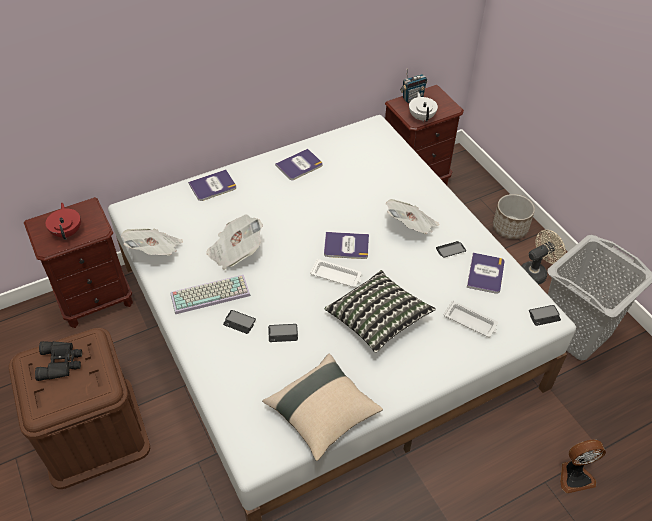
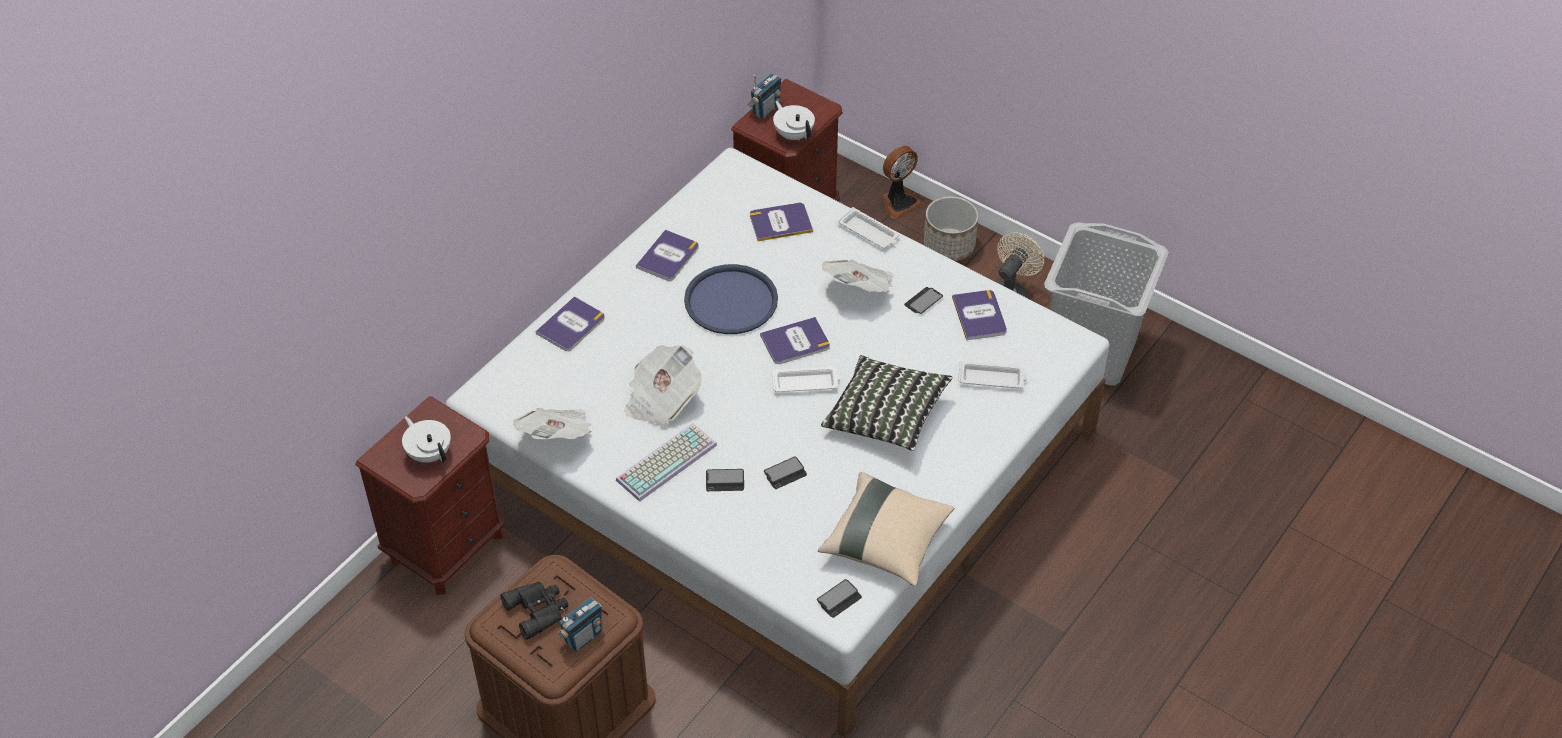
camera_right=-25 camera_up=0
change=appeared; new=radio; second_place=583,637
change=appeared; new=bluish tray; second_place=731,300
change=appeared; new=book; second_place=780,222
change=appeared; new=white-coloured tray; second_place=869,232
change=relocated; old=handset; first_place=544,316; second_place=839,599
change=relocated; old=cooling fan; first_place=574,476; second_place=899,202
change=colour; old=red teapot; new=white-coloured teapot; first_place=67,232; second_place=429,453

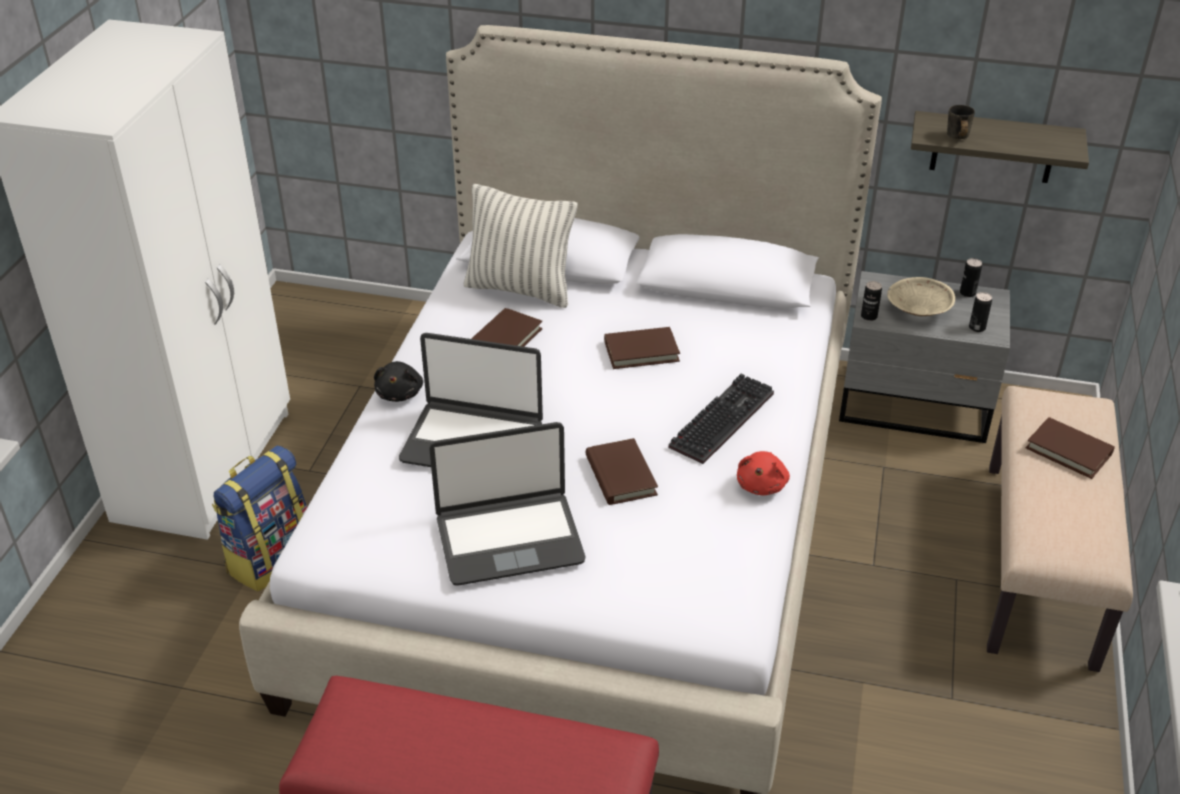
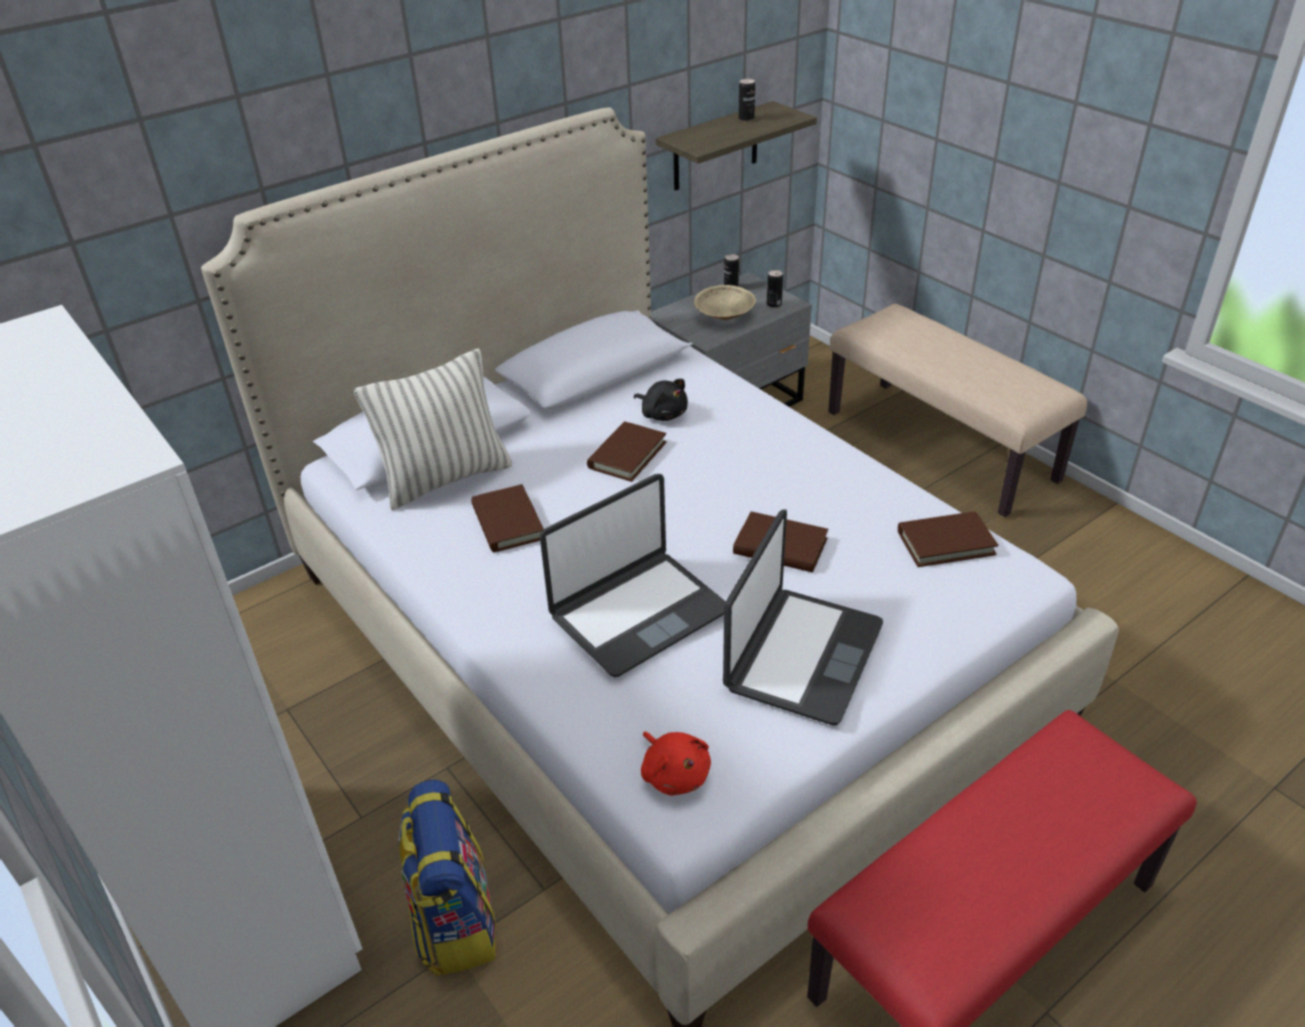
camera_right=-50 camera_up=0
change=missing; old=PC keyboard; first_place=721,418
change=missing; old=gray tea mug; first_place=955,138
change=relocated; old=blackish plush toy; first_place=400,393; second_place=662,414
change=relocated; old=red plush toy; first_place=762,485; second_place=674,774
change=relocated; old=sealed can; first_place=869,316; second_place=746,118
change=relocated; old=brown-coloured book; first_place=1069,451; second_place=945,543

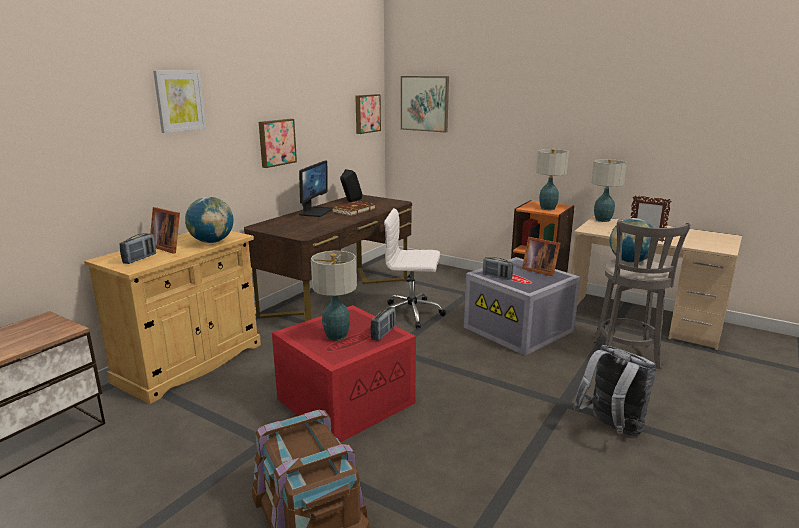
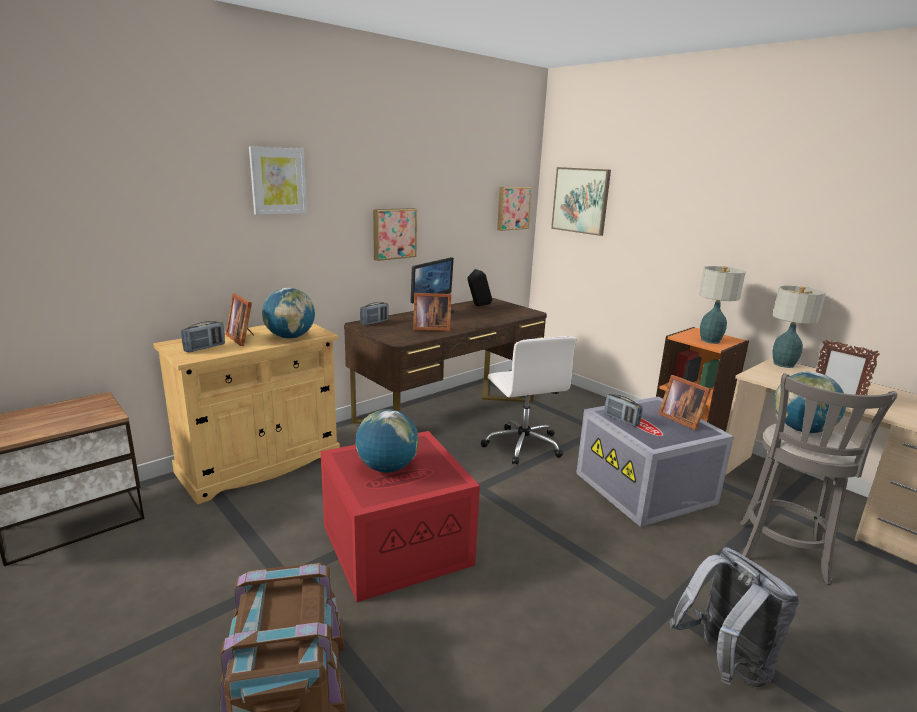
camera_right=15 camera_up=0
change=missing; old=brown-coloured book; first_place=353,210
change=appeared; new=standing frame; second_place=430,328
change=relocated; old=radio; first_place=383,333; second_place=374,322
change=exchanged; old=lamp for a table; new=globe; first_place=336,335; second_place=387,468
change=spun; old=white-coloured computer chair; first_place=413,313; second_place=522,445; degrees=-135

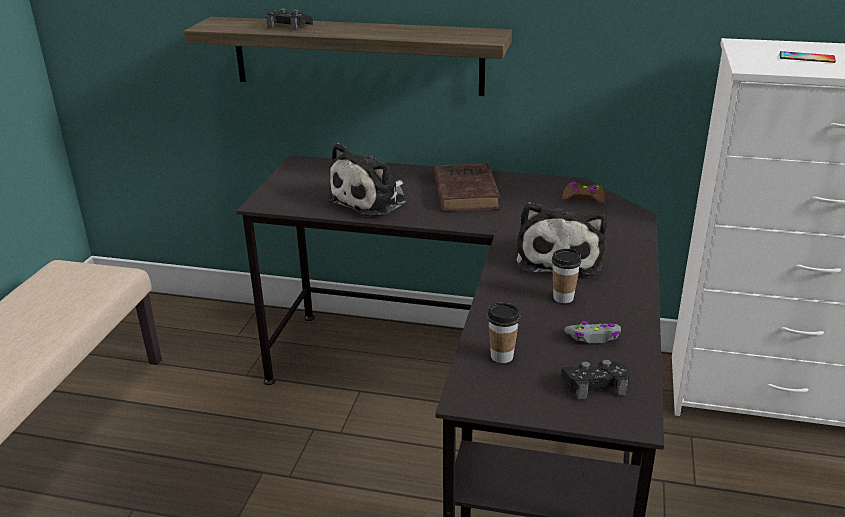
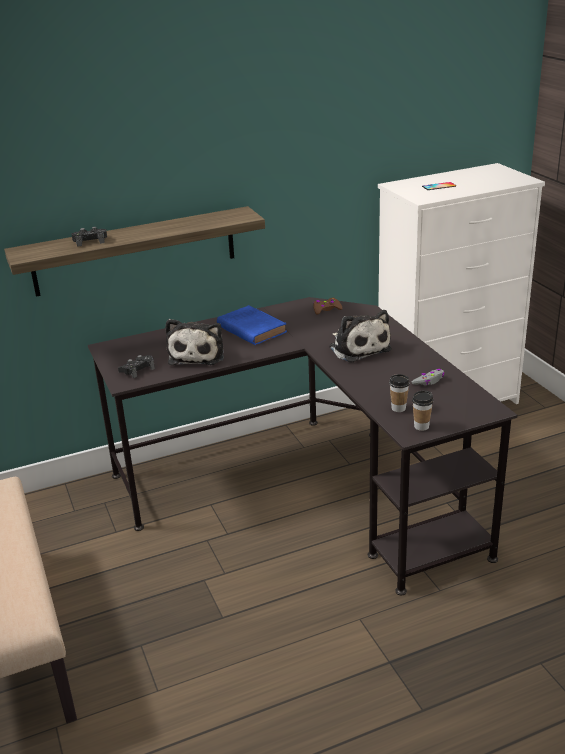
camera_right=-35 camera_up=0
change=relocated; old=cup; first_place=563,298; second_place=421,426
change=relocated; old=blackish gamepad; first_place=595,384; second_place=137,370
change=colour; old=brown-coloured book; new=bluish book; first_place=465,191; second_place=250,329

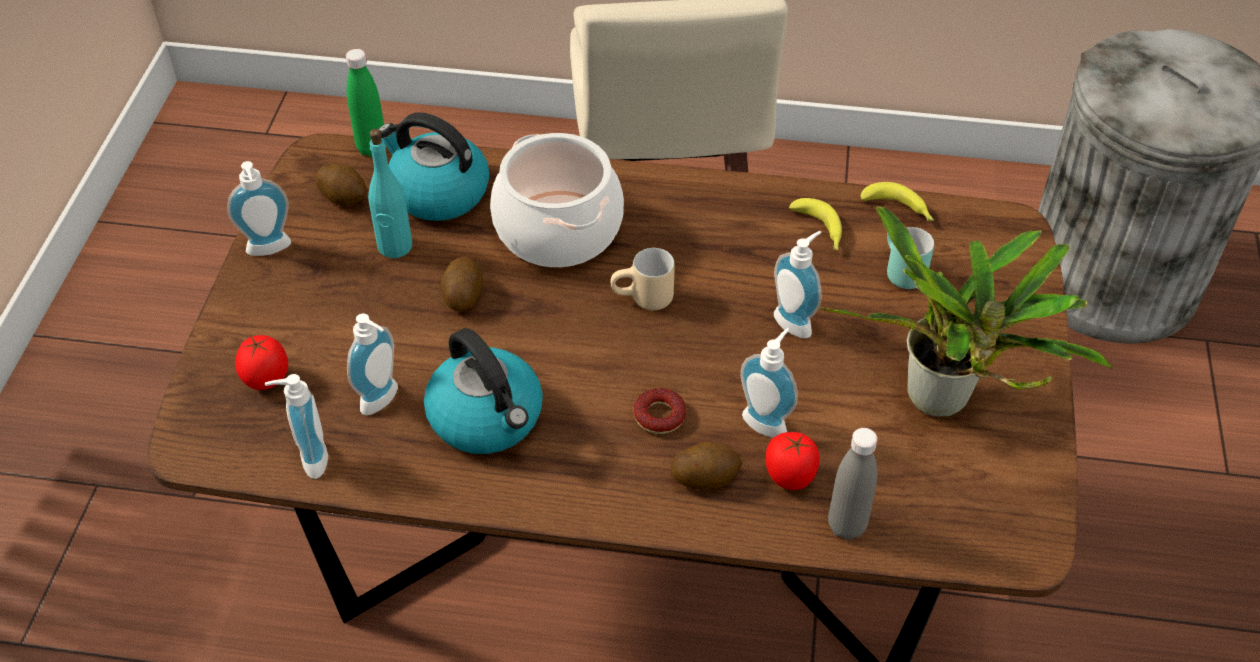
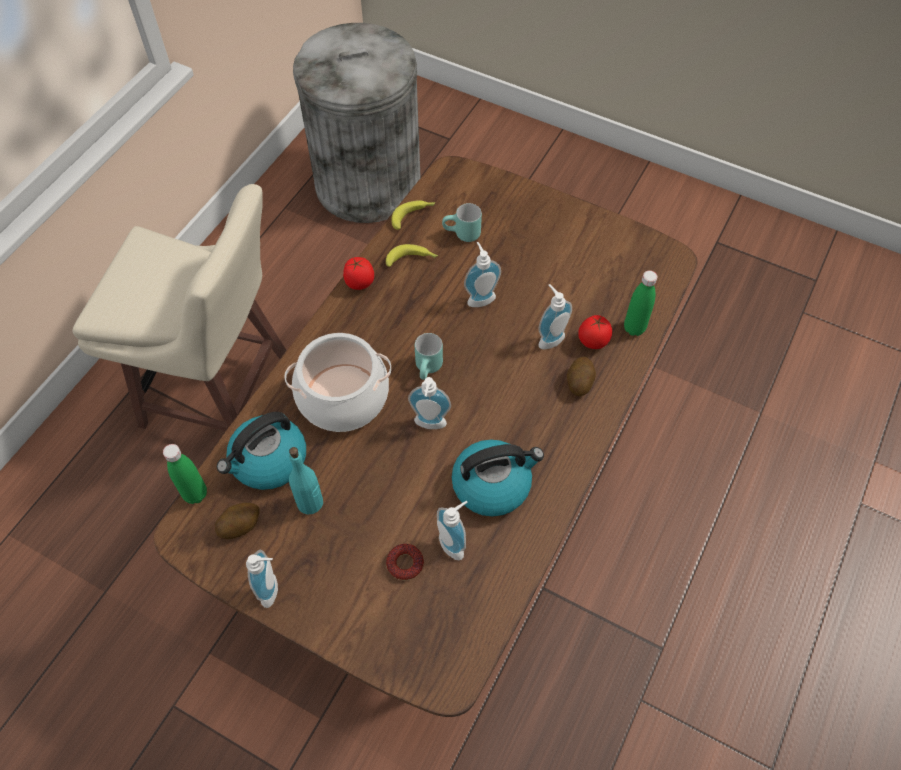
camera_right=-70 camera_up=10
change=missing; old=spud; first_place=463,295
change=missing; old=plant in a pot; first_place=943,404
change=relocated; old=fresh tomato; first_place=266,380; second_place=360,283
change=relocated; old=soap bottle; first_place=308,459; second_place=429,425
change=relocated; old=ring doughnut; first_place=659,415; second_place=405,564
change=colour; old=beige-coloured tea mug; new=blue-green tea mug; first_place=643,301; second_place=429,369
change=colour; old=gray drink bottle; new=greenish drink bottle; first_place=846,526; second_place=634,328

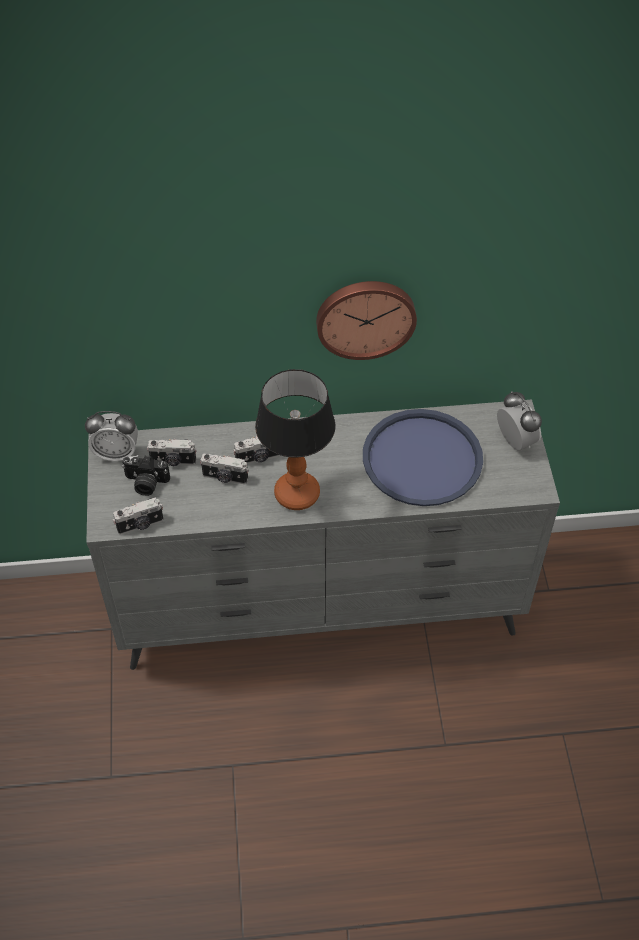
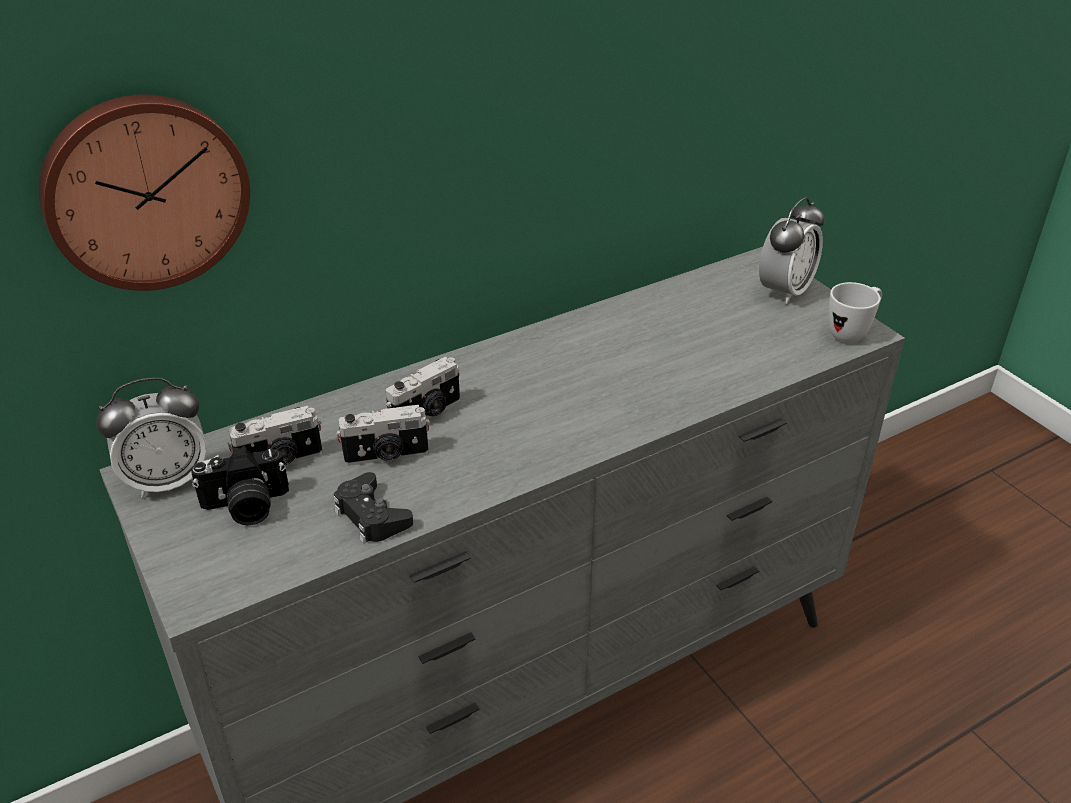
camera_right=-25 camera_up=-15
change=missing; old=photo camera; first_place=140,525
change=missing; old=lamp for a table; first_place=297,494
change=missing; old=bluish tray; first_place=422,459
change=appeared; new=blackish gamepad; second_place=371,516
change=appeared; new=white-coloured tea mug; second_place=852,332
change=relocated; old=clock on the wall; first_place=365,317; second_place=145,191
change=spun; old=alarm clock; first_place=515,441; second_place=785,291; degrees=90

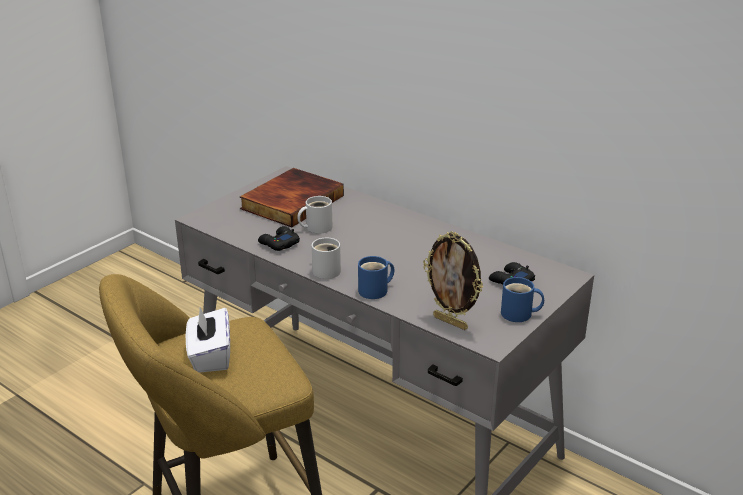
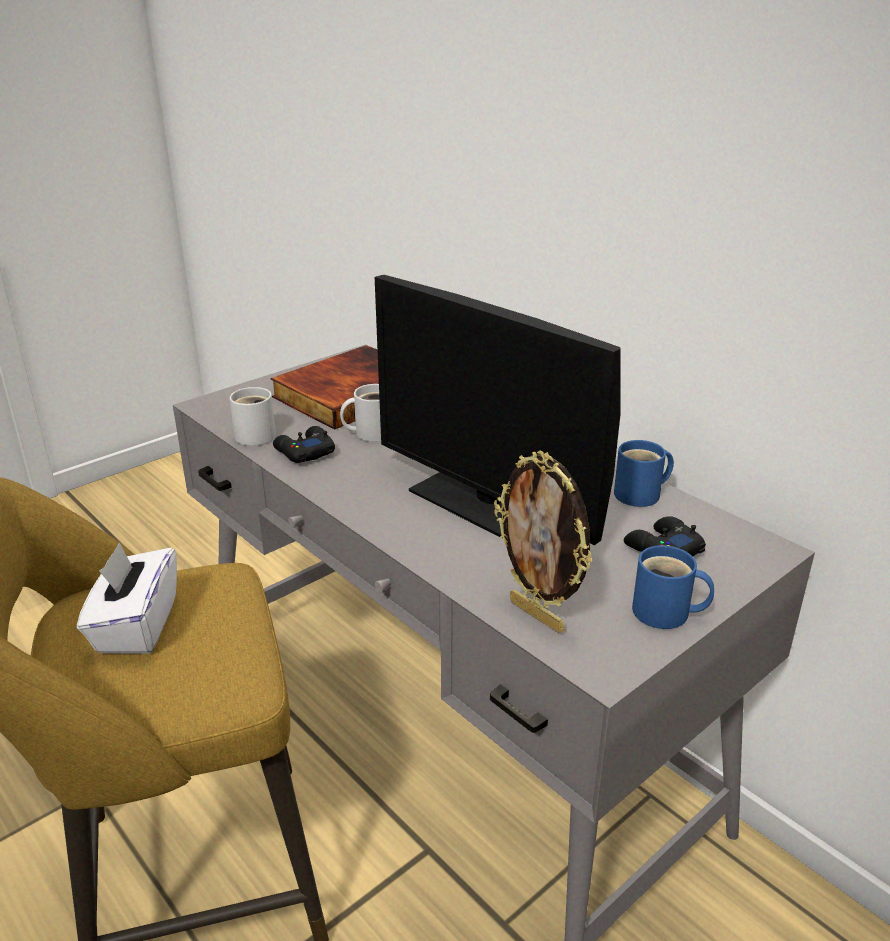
camera_right=10 camera_up=0
change=appeared; new=computer display; second_place=488,505
change=relocated; old=white-coloured tea mug; first_place=325,270; second_place=255,434
change=relocated; old=bluish tea mug; first_place=376,291; second_place=641,494

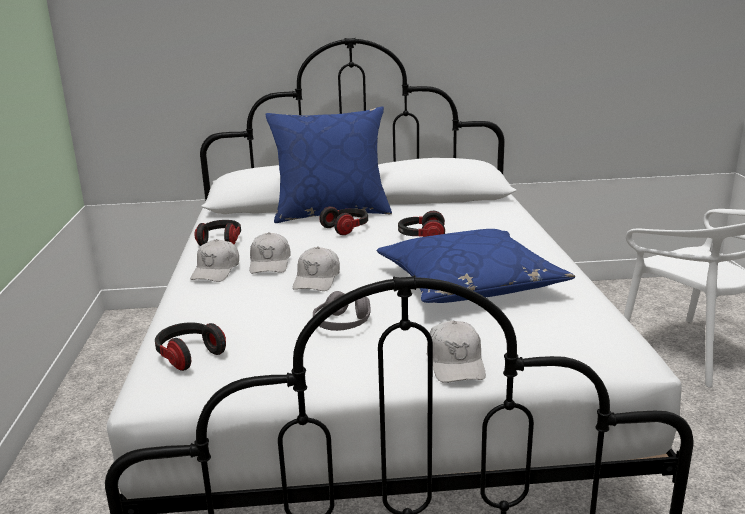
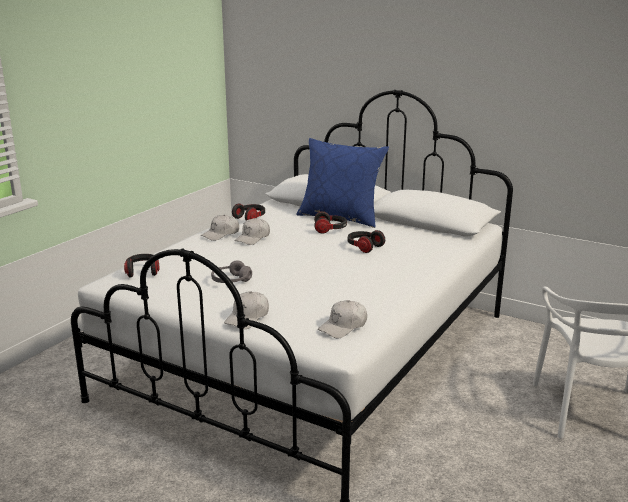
camera_right=35 camera_up=0
change=missing; old=bluish throw pillow; first_place=469,283
change=relocated; old=white-coloured cap; first_place=317,279; second_place=343,326

